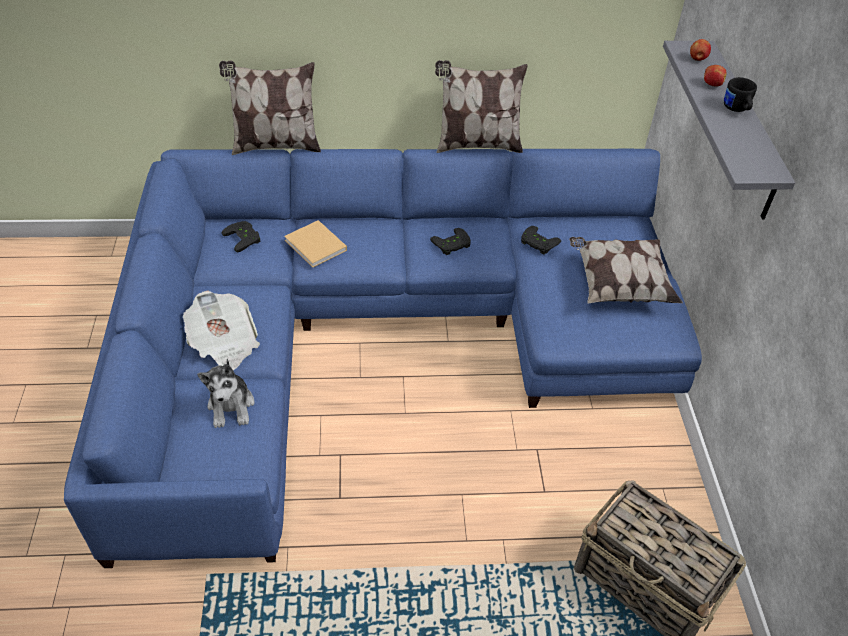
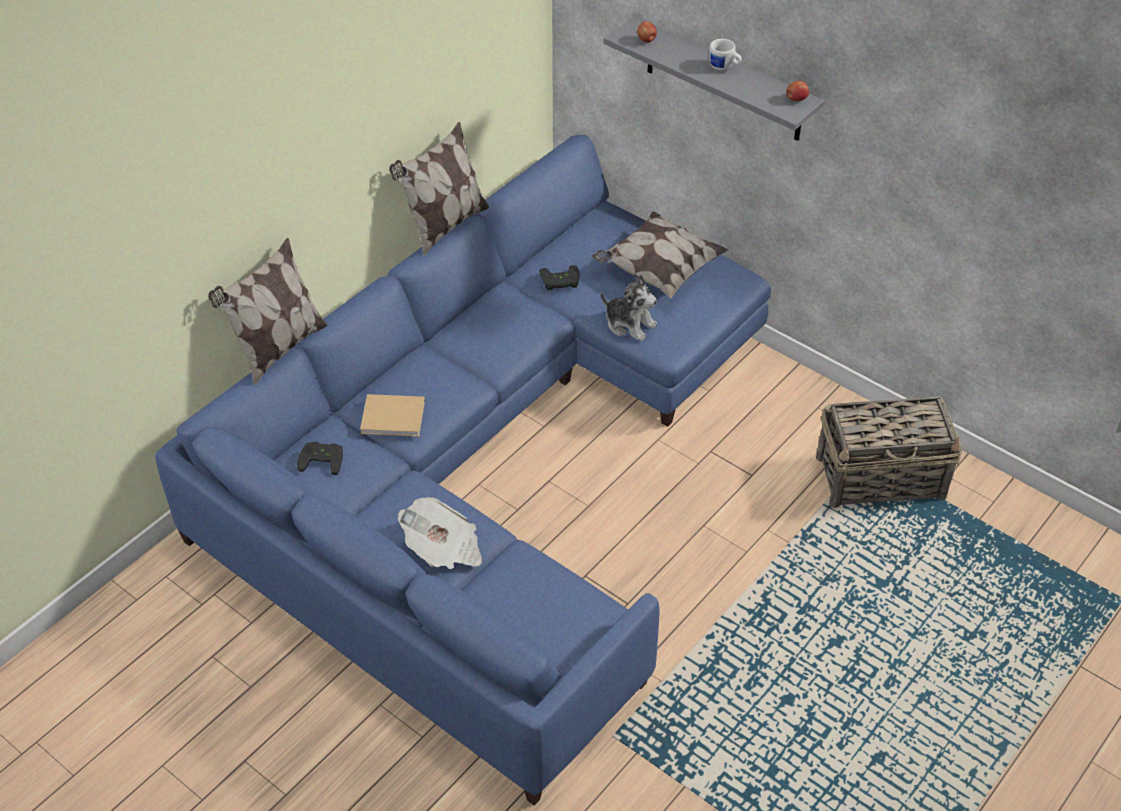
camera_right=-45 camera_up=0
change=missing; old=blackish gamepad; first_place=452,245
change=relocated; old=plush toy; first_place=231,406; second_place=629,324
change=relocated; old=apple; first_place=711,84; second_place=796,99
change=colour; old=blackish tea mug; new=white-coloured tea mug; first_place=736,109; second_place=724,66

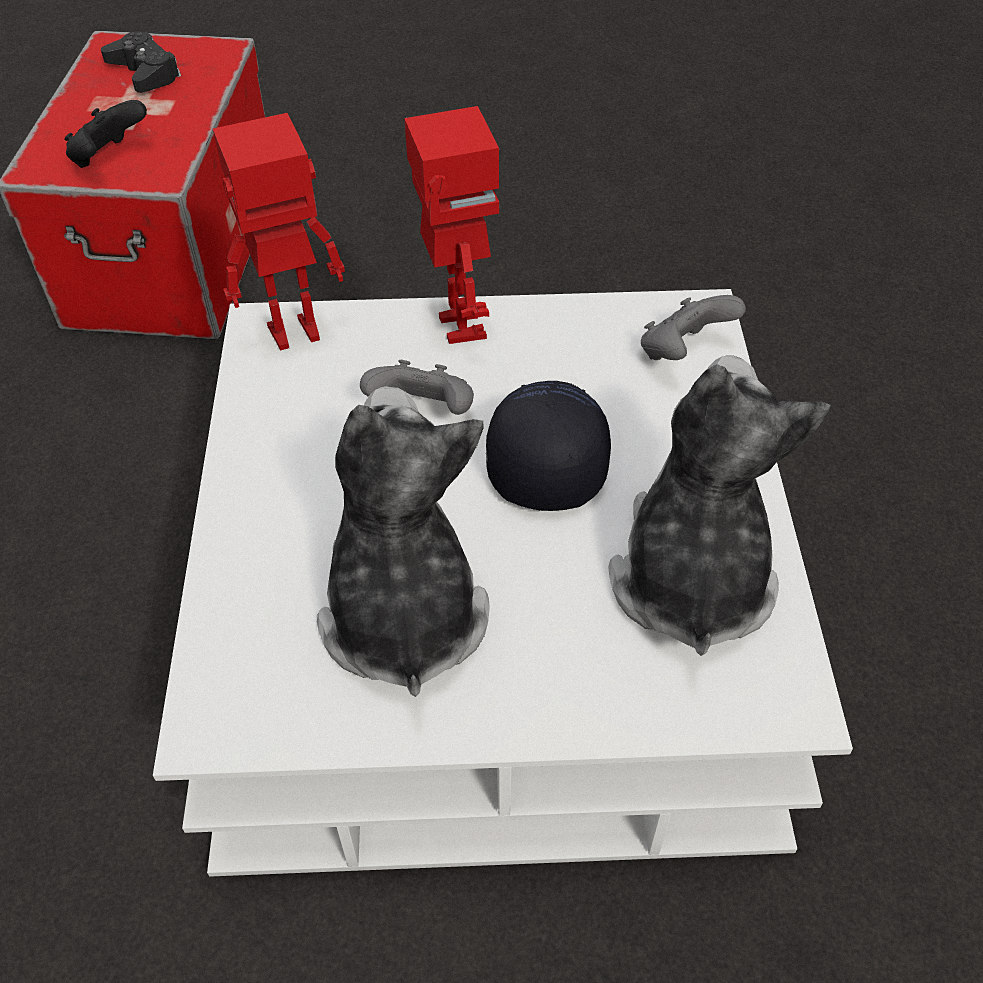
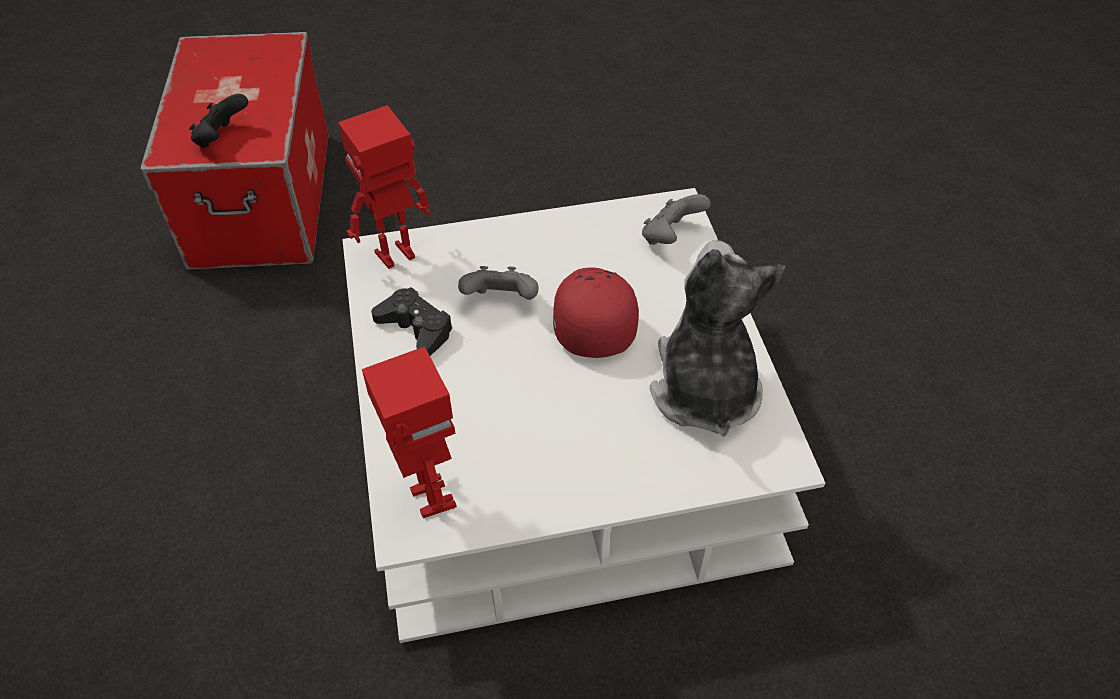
camera_right=-10 camera_up=0
change=missing; old=plush toy; first_place=402,611
change=relocated; old=blackish gamepad; first_place=145,72; second_place=416,328
change=relocated; old=robot figure; first_place=459,327; second_place=429,498
change=colour; old=blackish cap; new=red cap; first_place=546,452; second_place=592,318

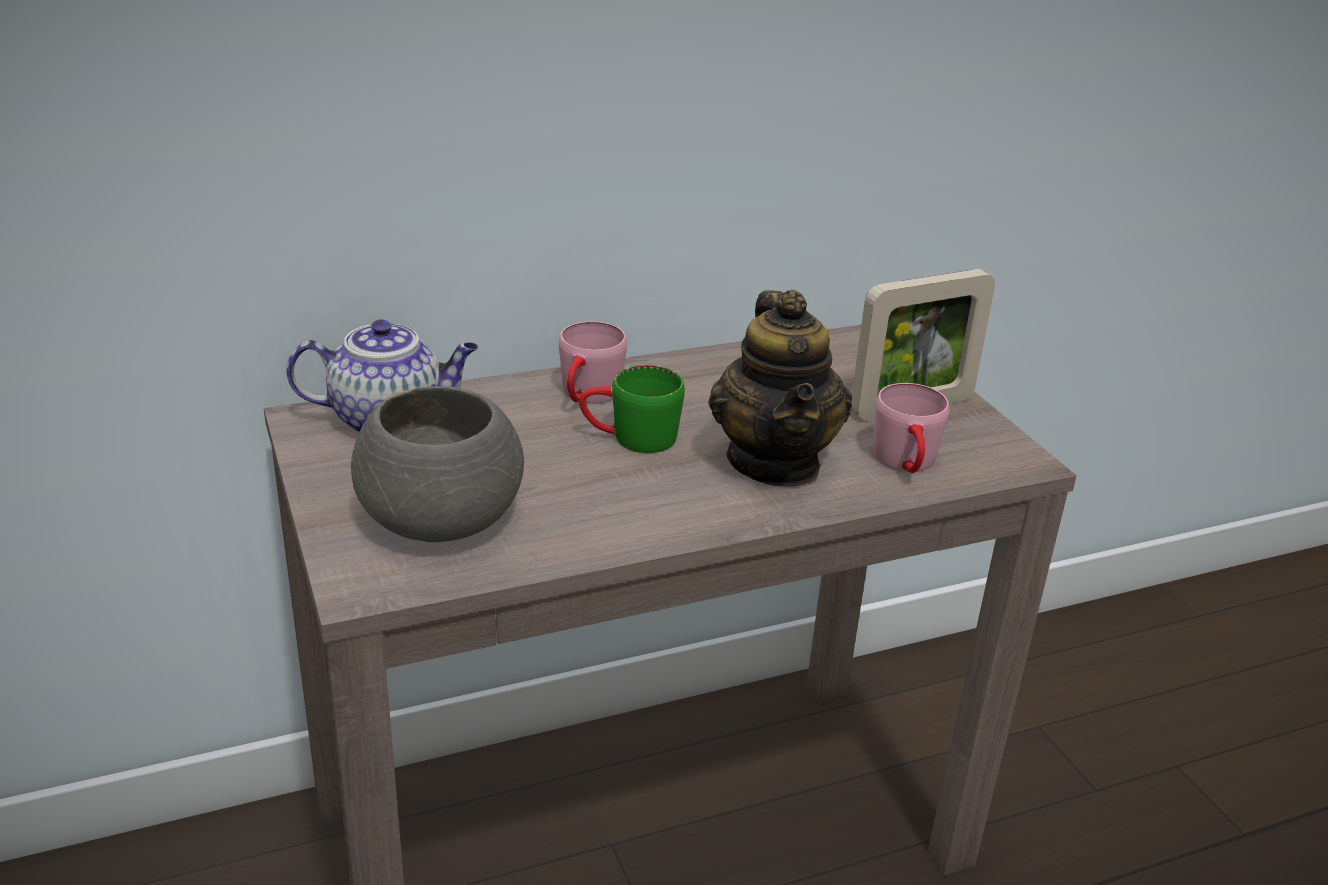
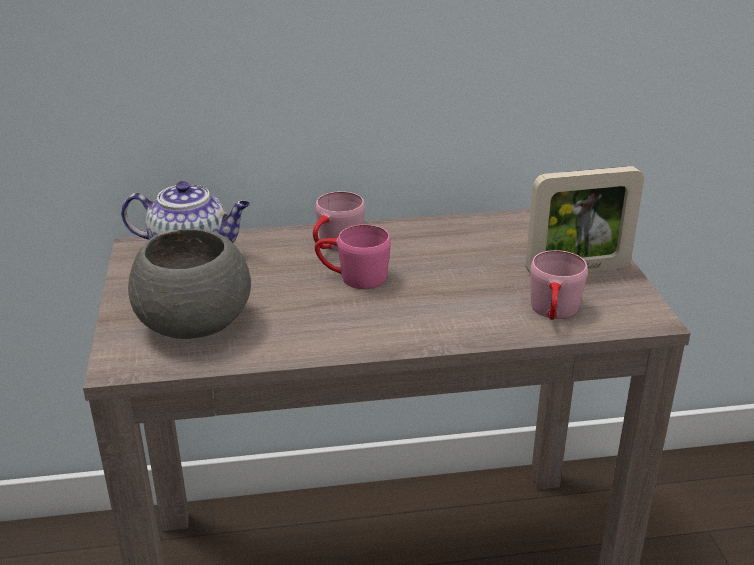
camera_right=15 camera_up=0
change=missing; old=teapot; first_place=775,462
change=colour; old=greenish tea mug; new=pinkish tea mug; first_place=630,438; second_place=352,277

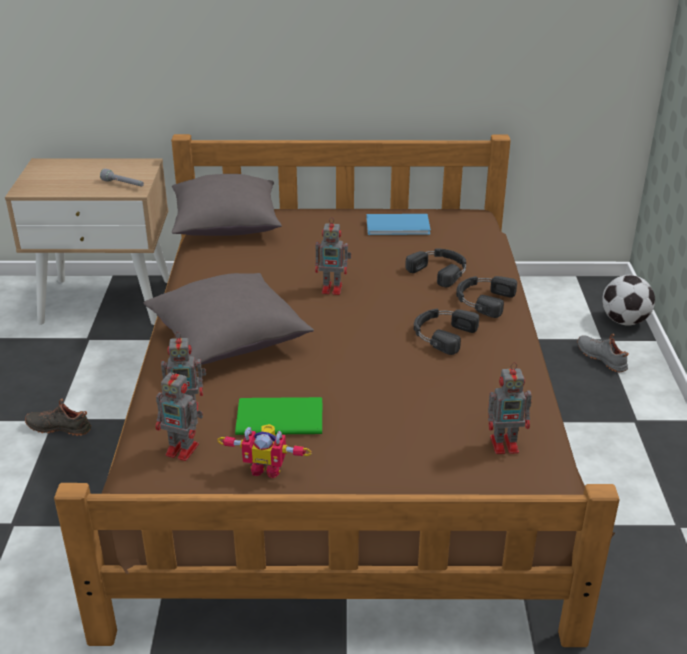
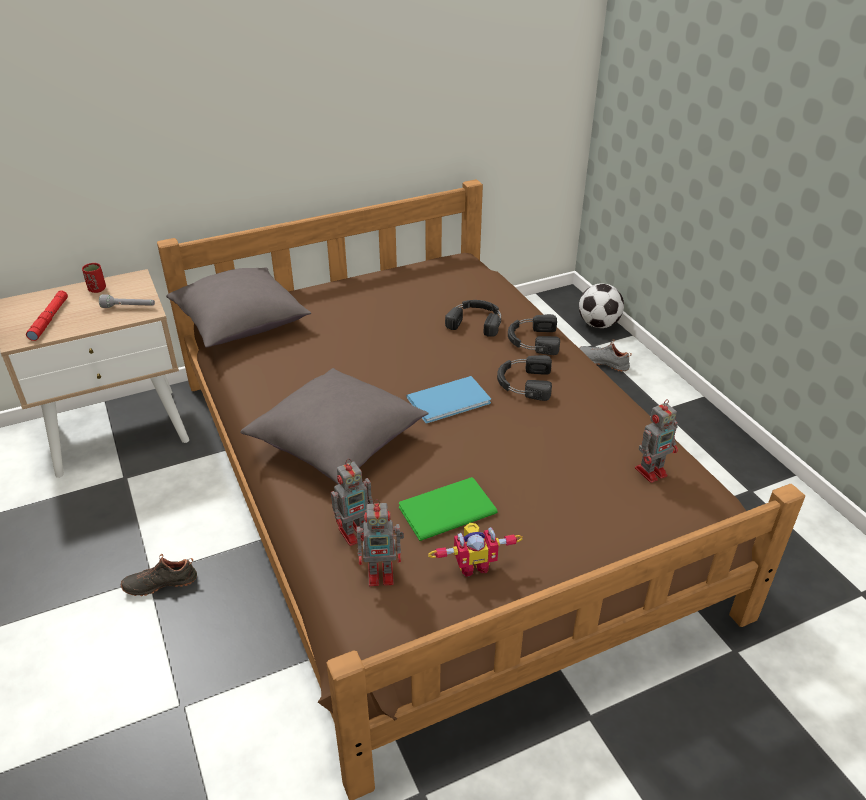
camera_right=-25 camera_up=5
change=missing; old=robot figure; first_place=333,288
change=appeared; new=red hand torch; second_place=49,319
change=appeared; new=red cup; second_place=97,289
change=relocated; old=bluish book; first_place=399,226; second_place=451,401

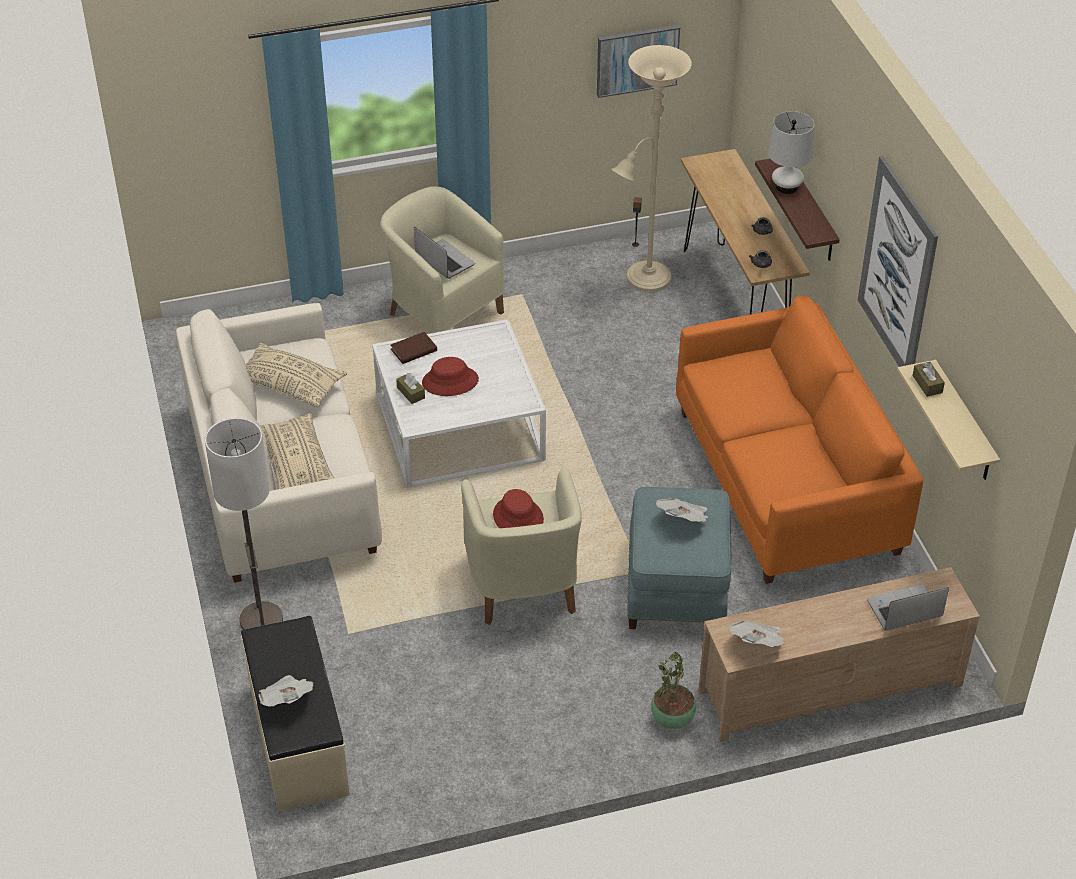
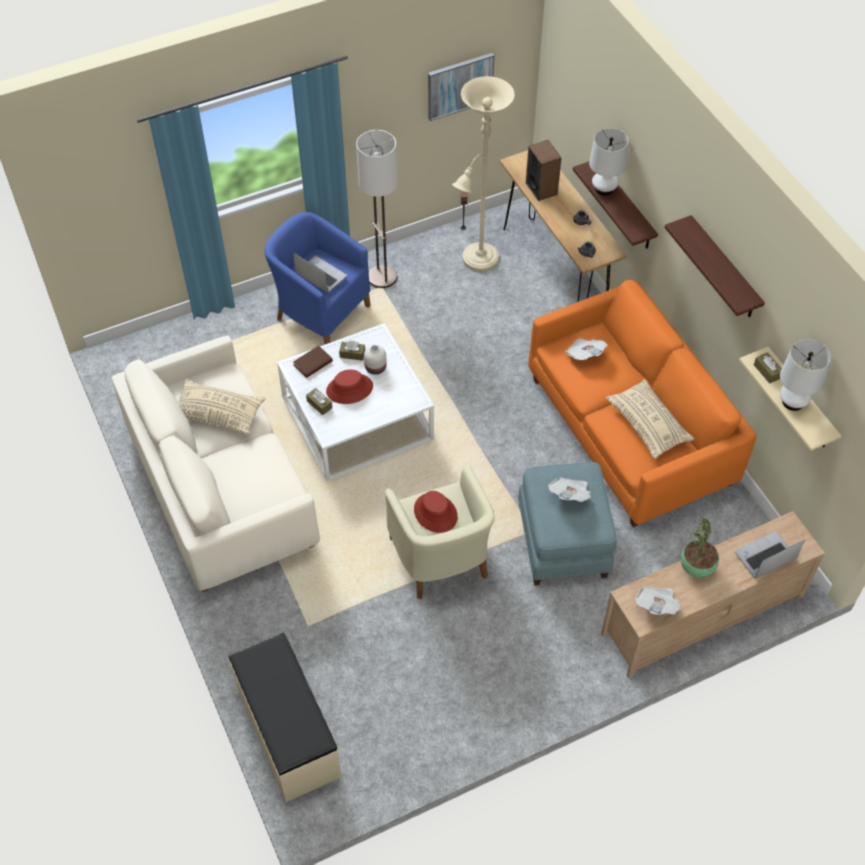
camera_right=-10 camera_up=10
change=appeared; new=brown-coloured box of tissues; second_place=352,354
change=appeared; new=white-coloured vase; second_place=376,367
change=appeared; new=audio speaker; second_place=541,188
change=appeared; new=white-coloured lamp for a table; second_place=792,402
change=relocated; old=floor lamp; first_place=261,620; second_place=382,277
change=relocated; old=daily paper; first_place=287,700; second_place=584,355
change=relocated; old=beige-coloured throw pillow; first_place=296,465; second_place=648,425
change=relocated; old=plant in a pot; first_place=672,721; second_place=696,569
change=exchanged; old=wall picture; new=bracket shelf; first_place=897,269; second_place=724,269
change=colour; old=beige-coloured armchair; new=bluish armchair; first_place=443,313; second_place=320,312

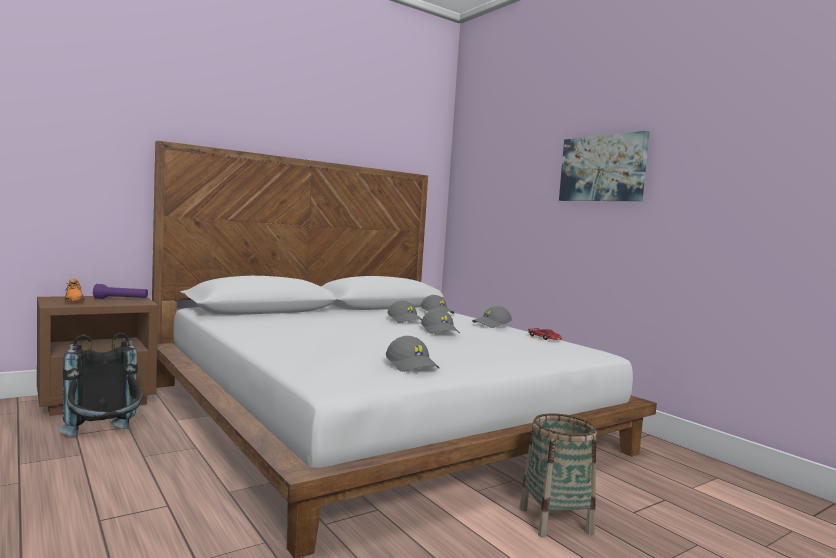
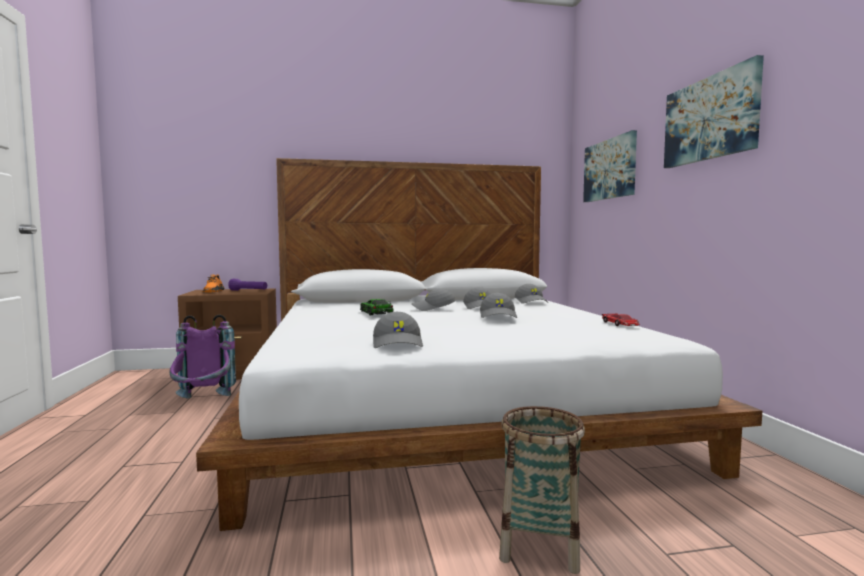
camera_right=25 camera_up=0
change=appeared; new=toy car; second_place=376,312
change=appeared; new=wall picture; second_place=610,169
change=relocated; old=gray cap; first_place=491,325; second_place=433,309
change=colour; old=blackish backpack; new=purplish backpack; first_place=104,439; second_place=203,402

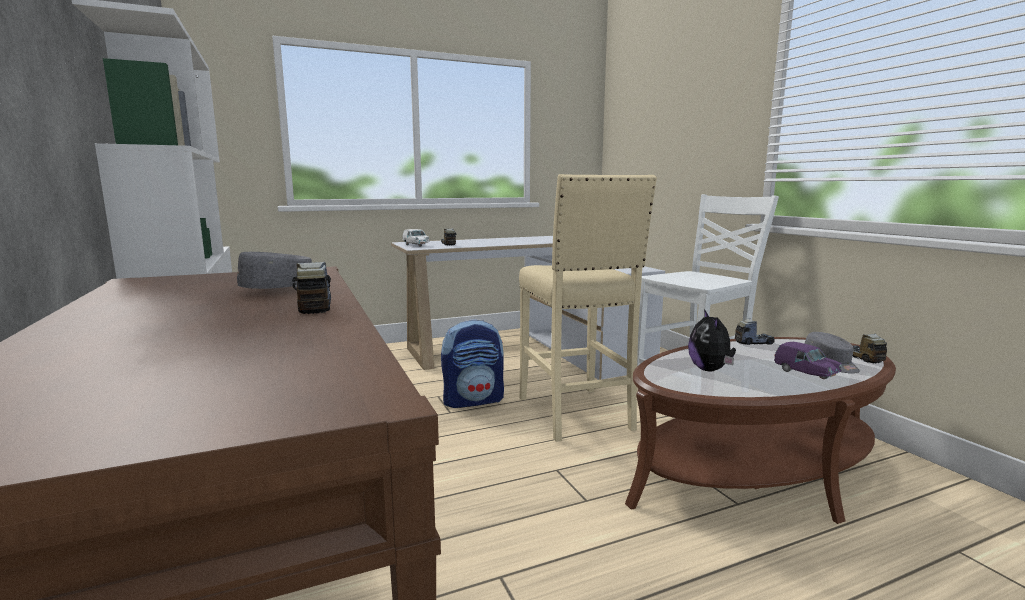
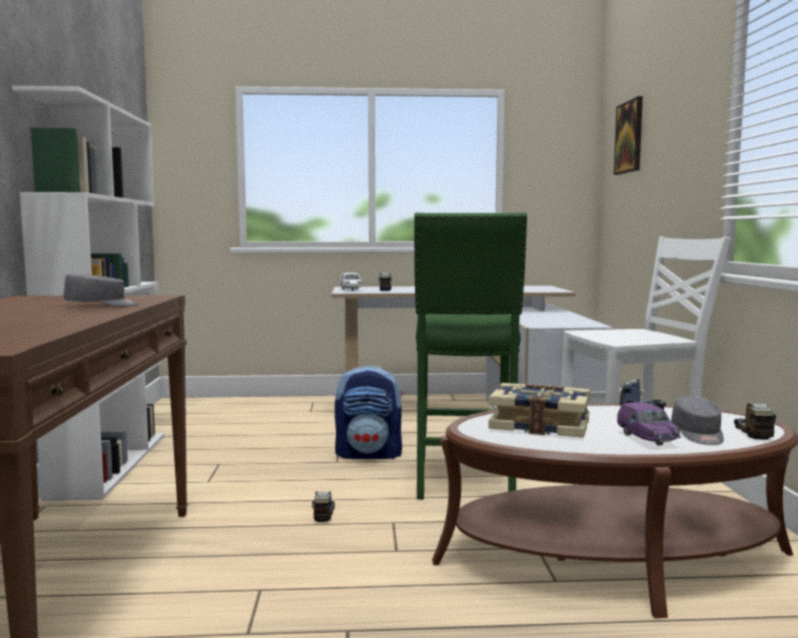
camera_right=20 camera_up=-5
change=appeared; new=wall picture; second_place=629,137
change=relocated; old=model truck; first_place=314,307; second_place=323,514
change=exchanged; old=plush toy; new=book; first_place=710,370; second_place=540,425
change=colour; old=beige-coloured stool; new=greenish stool; first_place=575,414; second_place=463,479

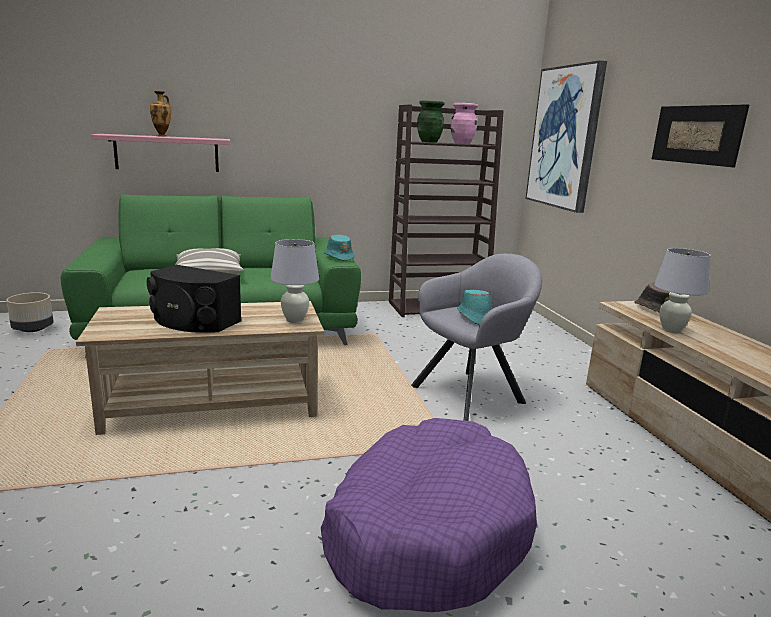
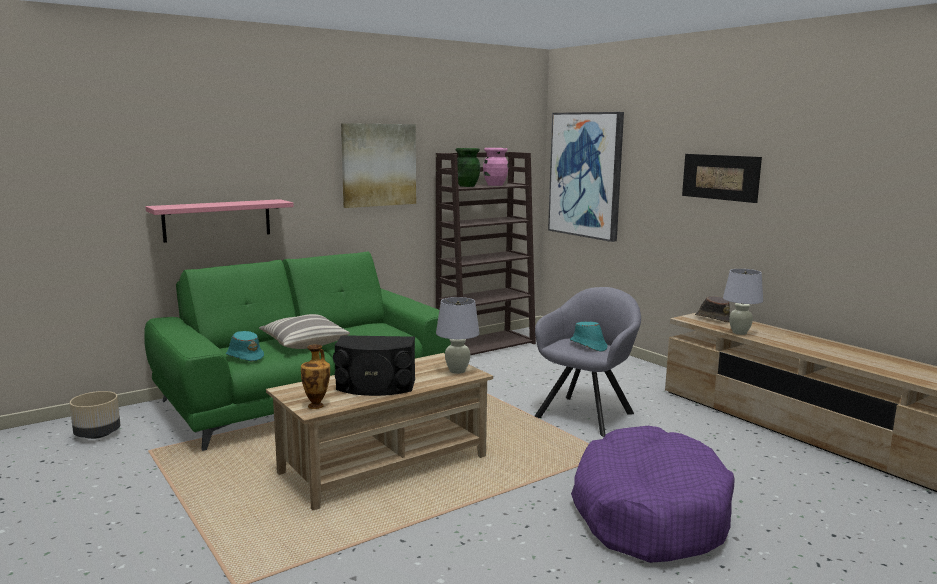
camera_right=-20 camera_up=-5
change=appeared; new=wall picture; second_place=378,165
change=relocated; old=vase; first_place=162,136; second_place=317,405
change=relocated; old=blue-green wearable hat; first_place=339,257; second_place=245,356

